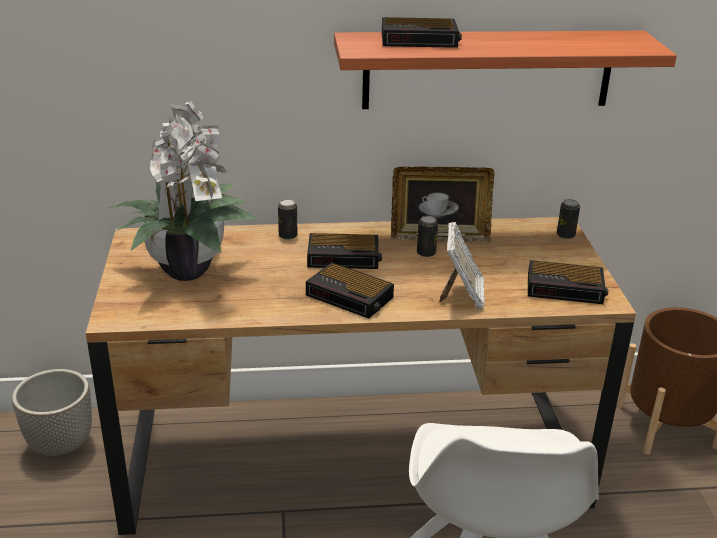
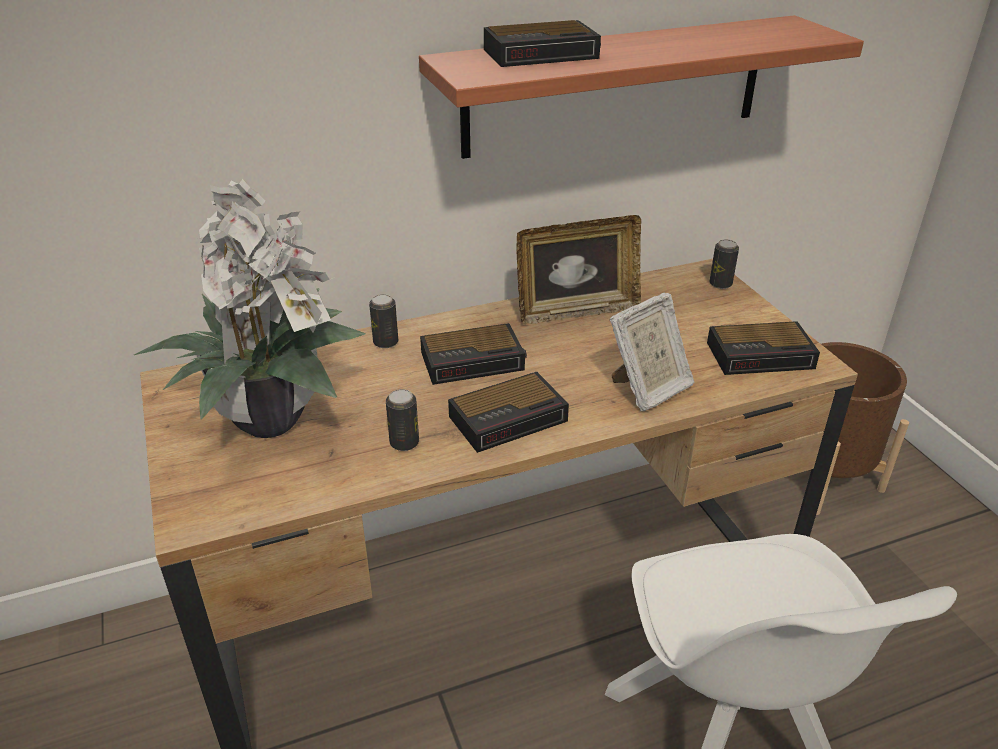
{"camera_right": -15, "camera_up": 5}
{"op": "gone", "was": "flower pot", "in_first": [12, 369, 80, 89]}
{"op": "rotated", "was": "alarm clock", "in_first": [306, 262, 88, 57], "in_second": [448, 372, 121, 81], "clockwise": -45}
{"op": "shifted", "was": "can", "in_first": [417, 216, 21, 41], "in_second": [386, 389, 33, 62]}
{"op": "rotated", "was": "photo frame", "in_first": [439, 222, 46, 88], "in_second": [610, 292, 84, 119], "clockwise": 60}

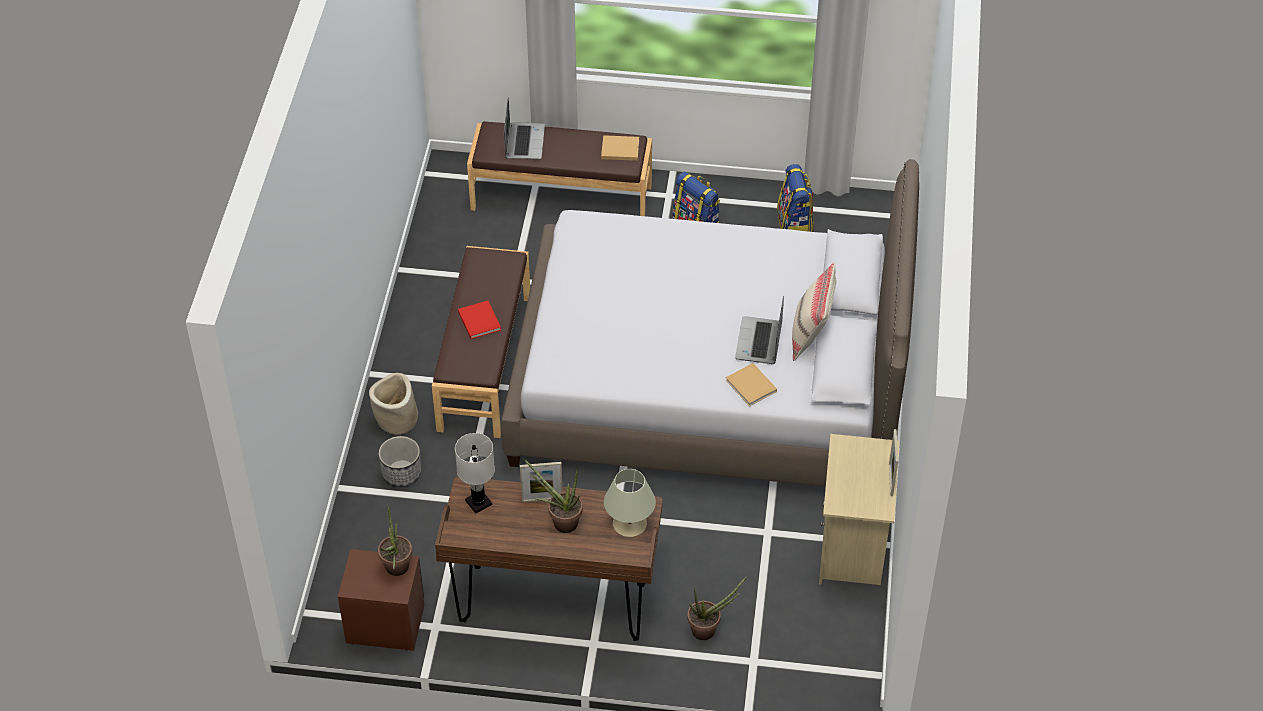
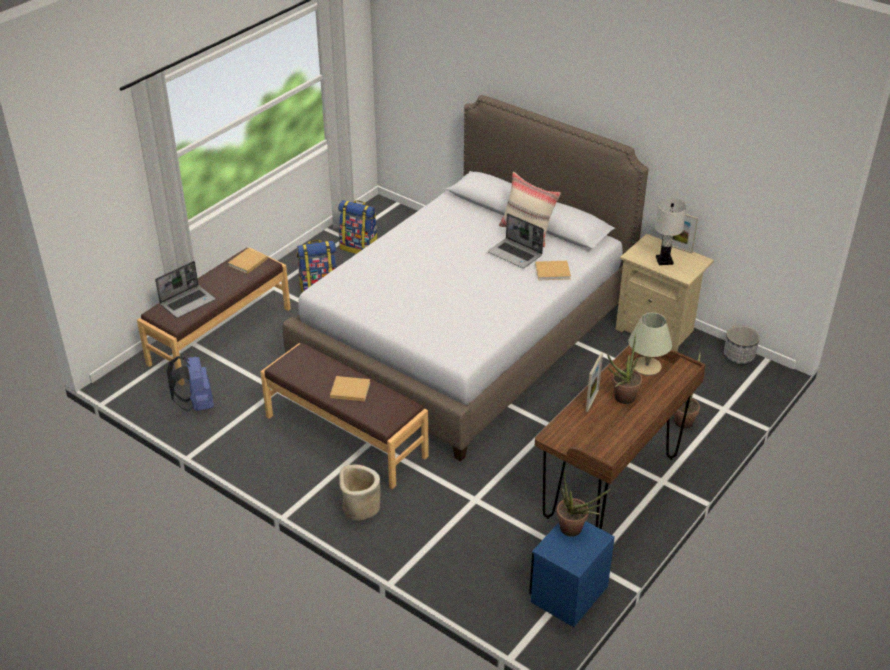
{"camera_right": -60, "camera_up": -10}
{"op": "repainted", "was": "brownish nightstand", "now": "bluish nightstand", "in_first": [338, 549, 86, 102], "in_second": [529, 521, 86, 106]}
{"op": "shifted", "was": "flower pot", "in_first": [379, 436, 42, 51], "in_second": [724, 325, 36, 39]}
{"op": "shifted", "was": "whitish table lamp", "in_first": [455, 433, 40, 81], "in_second": [655, 198, 32, 67]}
{"op": "repainted", "was": "reddish bound book", "now": "beige-coloured bound book", "in_first": [458, 301, 43, 38], "in_second": [330, 376, 40, 26]}
{"op": "rotated", "was": "laptop", "in_first": [504, 98, 41, 62], "in_second": [155, 261, 60, 57], "clockwise": 105}
{"op": "new", "now": "bluish knapsack", "in_second": [167, 356, 47, 55]}

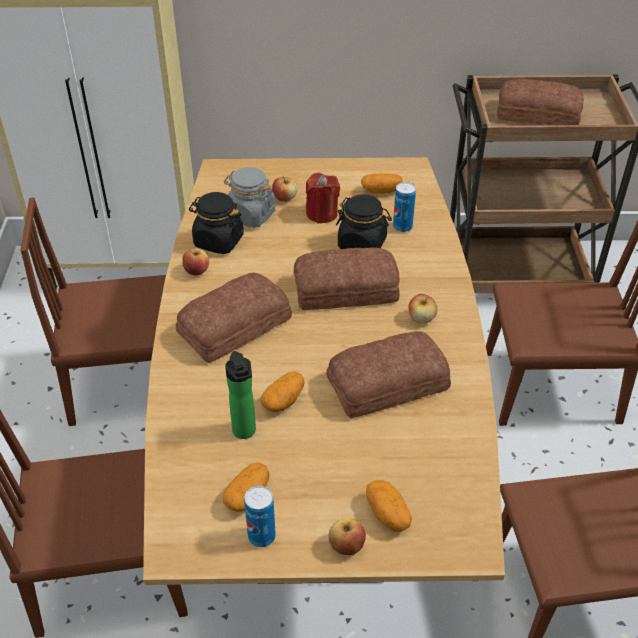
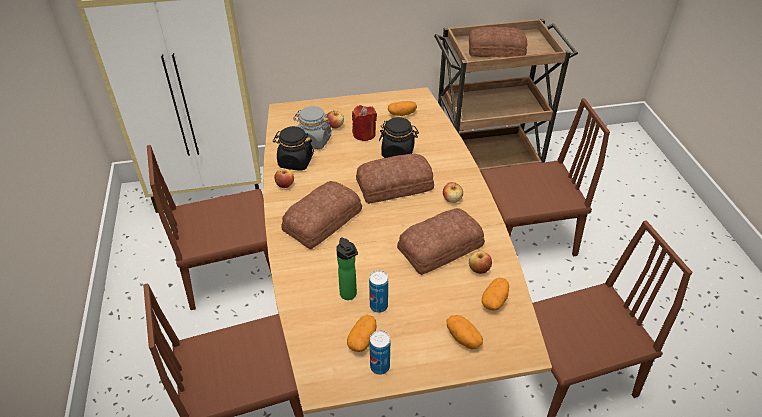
{"camera_right": -10, "camera_up": 0}
{"op": "shifted", "was": "spud", "in_first": [260, 371, 45, 41], "in_second": [482, 277, 27, 34]}
{"op": "shifted", "was": "whole apple", "in_first": [328, 518, 38, 37], "in_second": [469, 251, 23, 23]}
{"op": "shifted", "was": "can", "in_first": [393, 182, 23, 50], "in_second": [369, 270, 19, 43]}

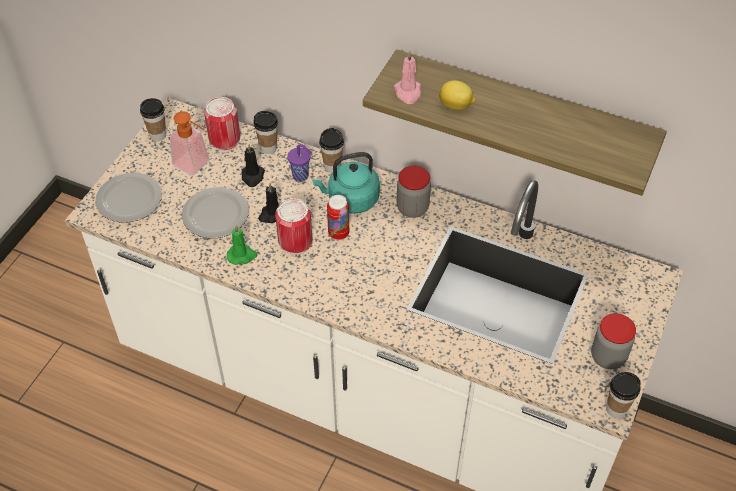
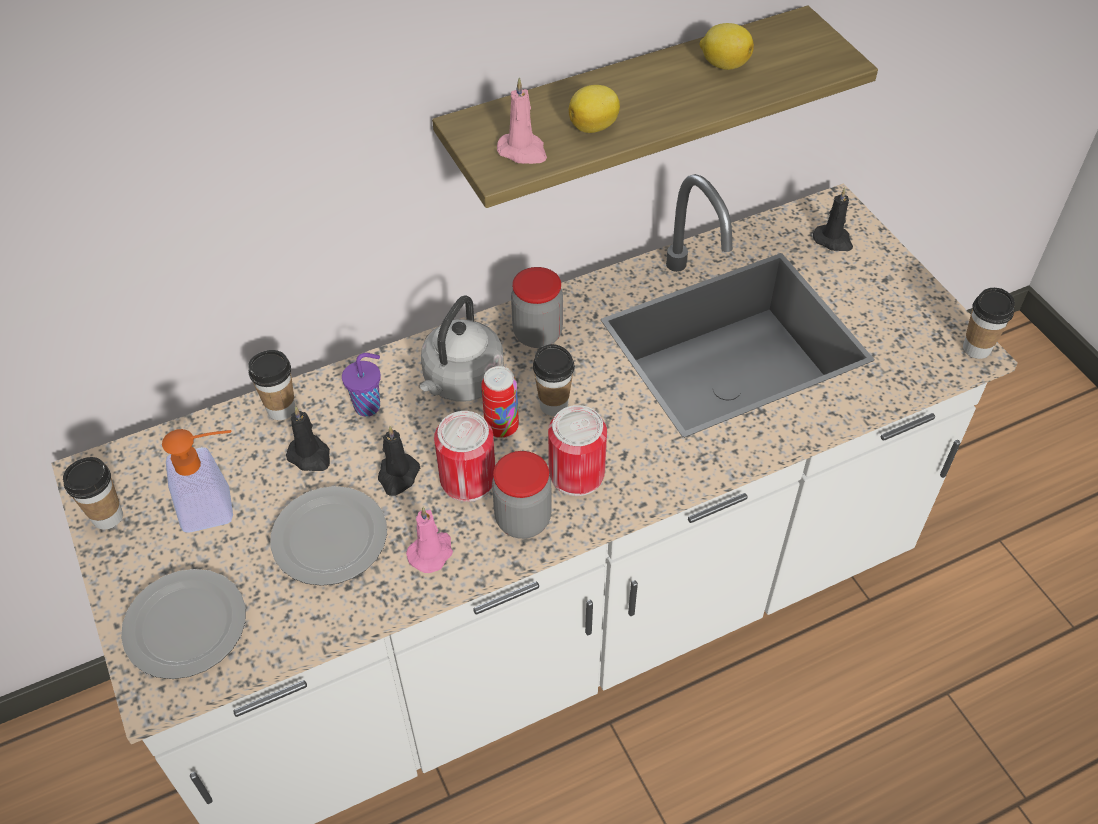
{"camera_right": -50, "camera_up": 0}
{"op": "shifted", "was": "can", "in_first": [204, 97, 36, 53], "in_second": [548, 405, 59, 91]}
{"op": "repainted", "was": "green wax candle", "now": "pink wax candle", "in_first": [227, 225, 31, 40], "in_second": [406, 507, 47, 66]}
{"op": "repainted", "was": "turquoise water kettle", "now": "gray water kettle", "in_first": [312, 152, 68, 62], "in_second": [420, 295, 84, 107]}
{"op": "shifted", "was": "drinking cup", "in_first": [319, 128, 25, 45], "in_second": [533, 344, 42, 72]}
{"op": "shifted", "was": "preserve jar", "in_first": [591, 313, 45, 56], "in_second": [492, 451, 60, 88]}
{"op": "new", "now": "lemon", "in_second": [699, 23, 55, 47]}
{"op": "new", "now": "black-coloured wax candle", "in_second": [813, 188, 40, 63]}

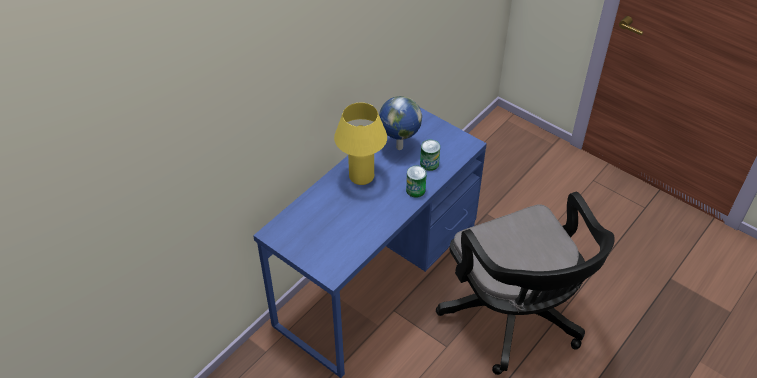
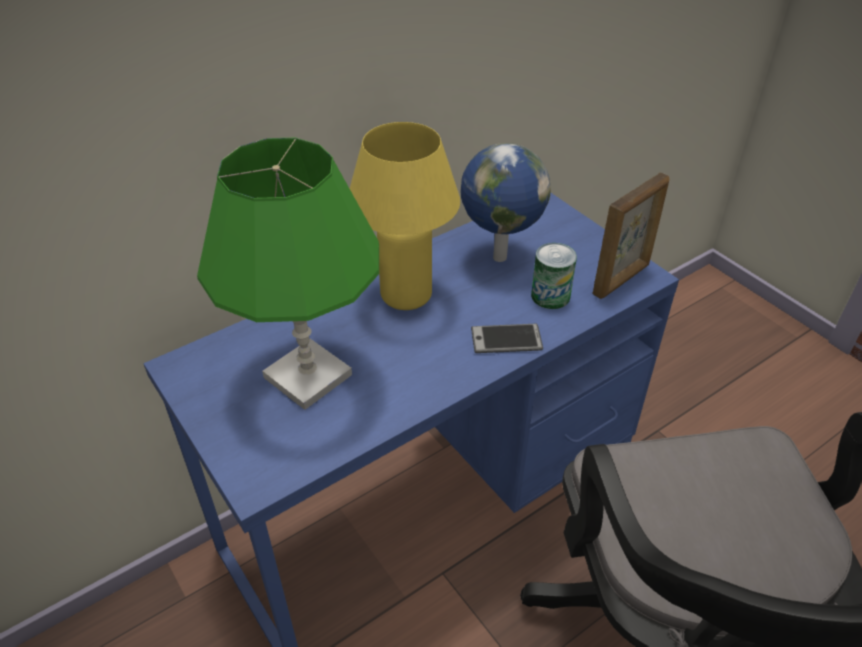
{"camera_right": 15, "camera_up": -5}
{"op": "swapped", "was": "can", "now": "telephone", "in_first": [406, 166, 21, 32], "in_second": [471, 324, 72, 29]}
{"op": "new", "now": "green table lamp", "in_second": [197, 138, 182, 272]}
{"op": "new", "now": "photo frame", "in_second": [593, 173, 77, 126]}

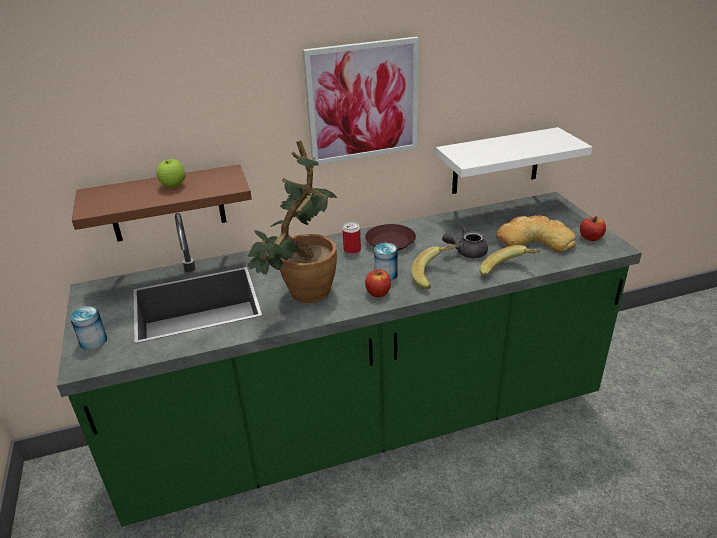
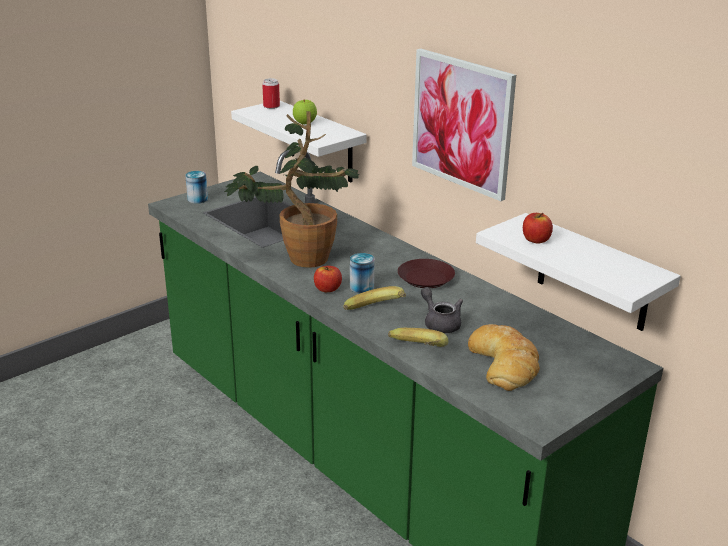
{"camera_right": 65, "camera_up": -5}
{"op": "repainted", "was": "brownish bracket shelf", "now": "whitish bracket shelf", "in_first": [72, 164, 180, 78], "in_second": [231, 101, 136, 81]}
{"op": "shifted", "was": "can", "in_first": [342, 222, 19, 32], "in_second": [262, 78, 18, 31]}
{"op": "shifted", "was": "whole apple", "in_first": [580, 216, 26, 25], "in_second": [523, 213, 30, 31]}

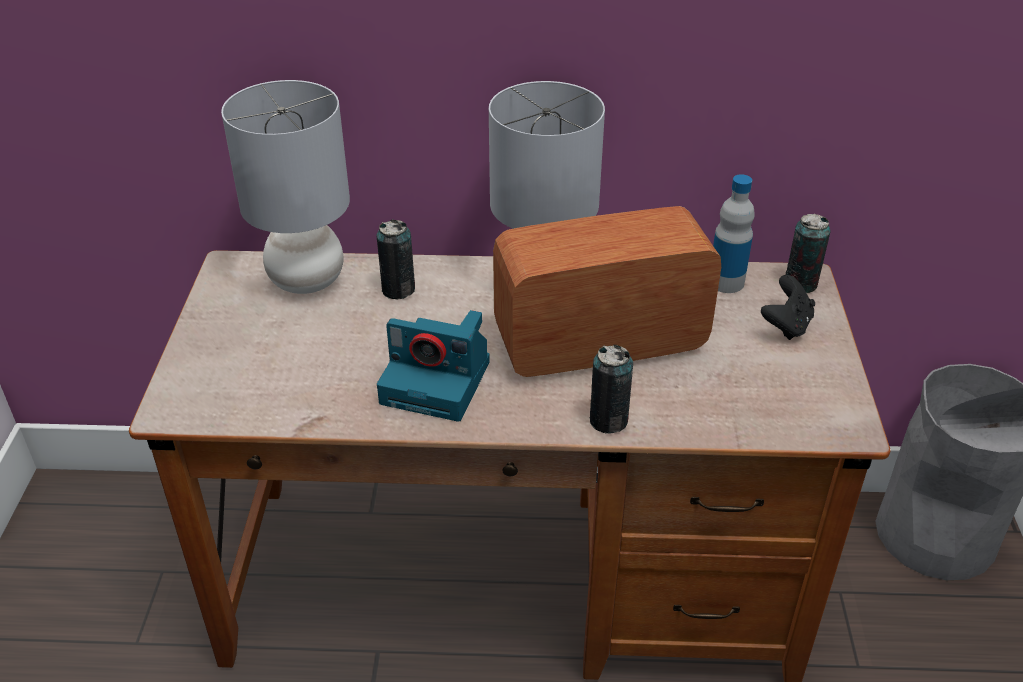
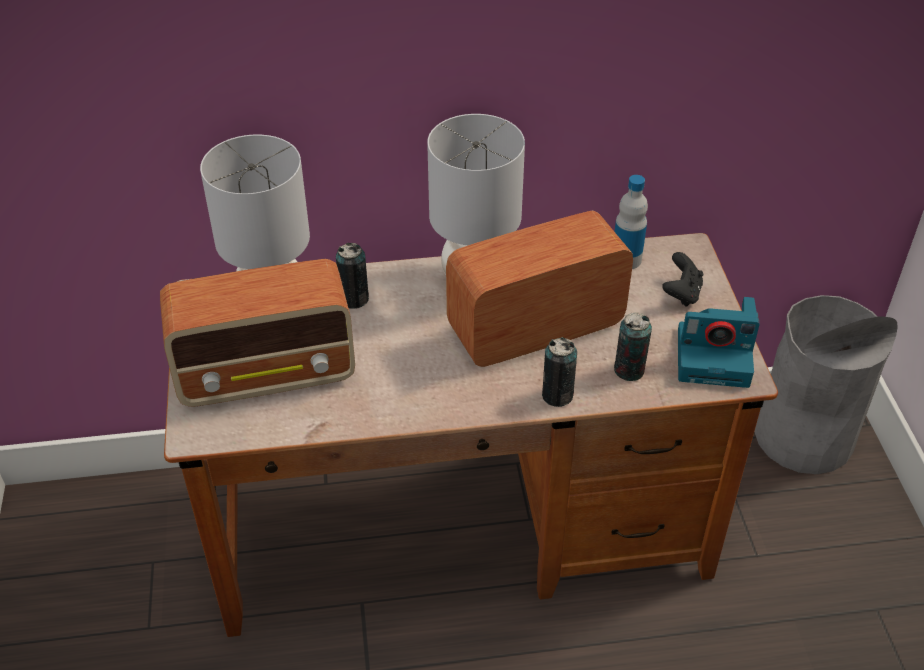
{"camera_right": -10, "camera_up": 5}
{"op": "shifted", "was": "still camera", "in_first": [377, 310, 113, 112], "in_second": [678, 297, 82, 91]}
{"op": "shifted", "was": "can", "in_first": [786, 214, 45, 79], "in_second": [614, 312, 38, 69]}
{"op": "new", "now": "radio receiver", "in_second": [160, 259, 195, 148]}

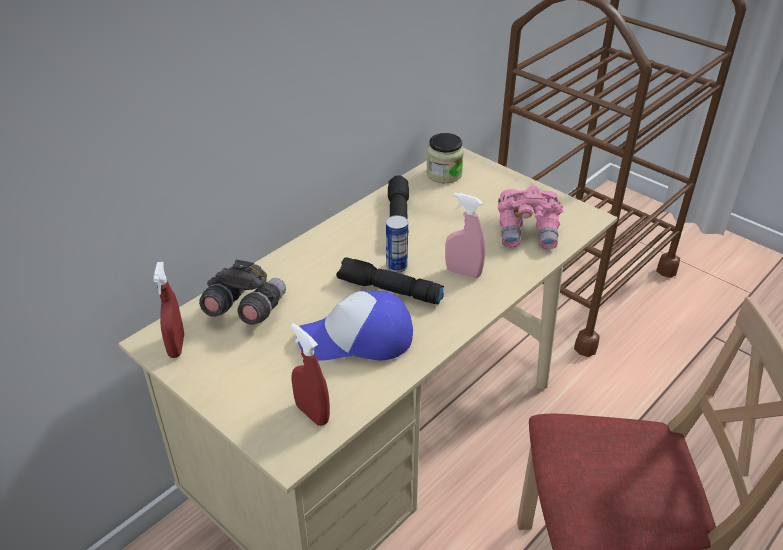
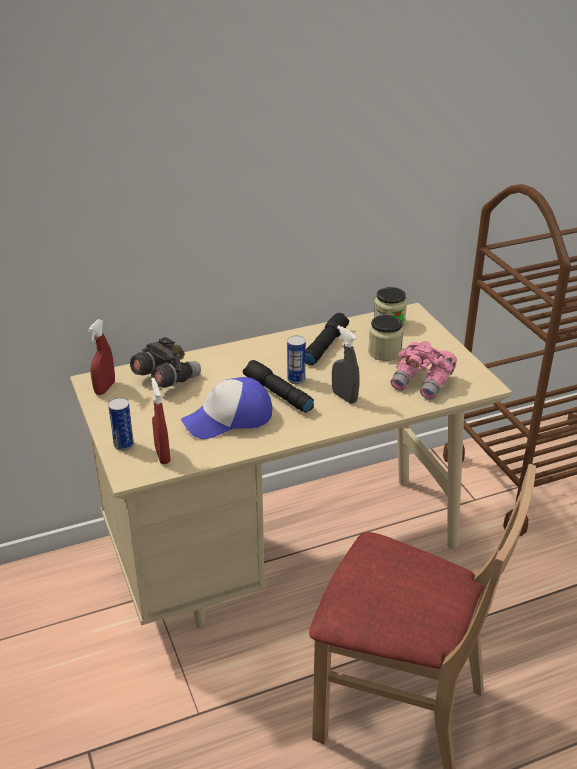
{"camera_right": 25, "camera_up": -5}
{"op": "rotated", "was": "peaked cap", "in_first": [296, 291, 117, 70], "in_second": [181, 377, 91, 62], "clockwise": -45}
{"op": "repainted", "was": "pink hand sprayer", "now": "gray hand sprayer", "in_first": [445, 193, 41, 85], "in_second": [332, 325, 28, 79]}
{"op": "new", "now": "can", "in_second": [108, 398, 26, 53]}
{"op": "new", "now": "preserve jar", "in_second": [368, 315, 36, 46]}

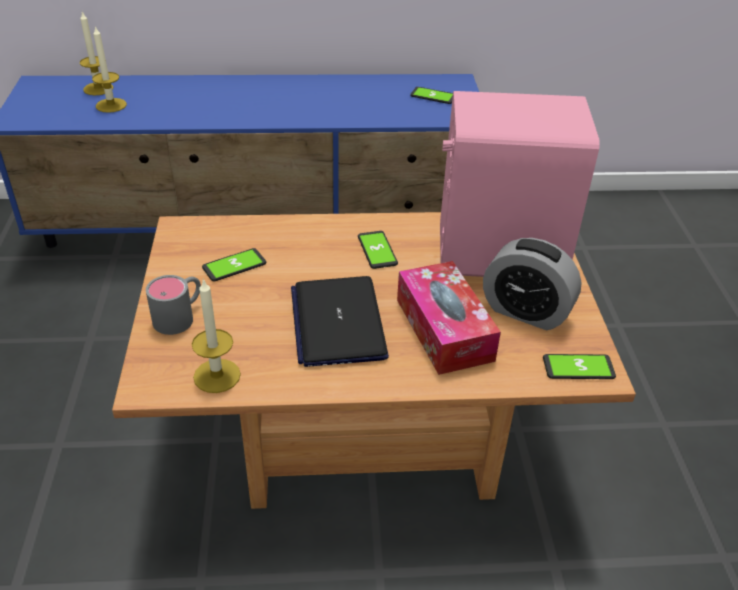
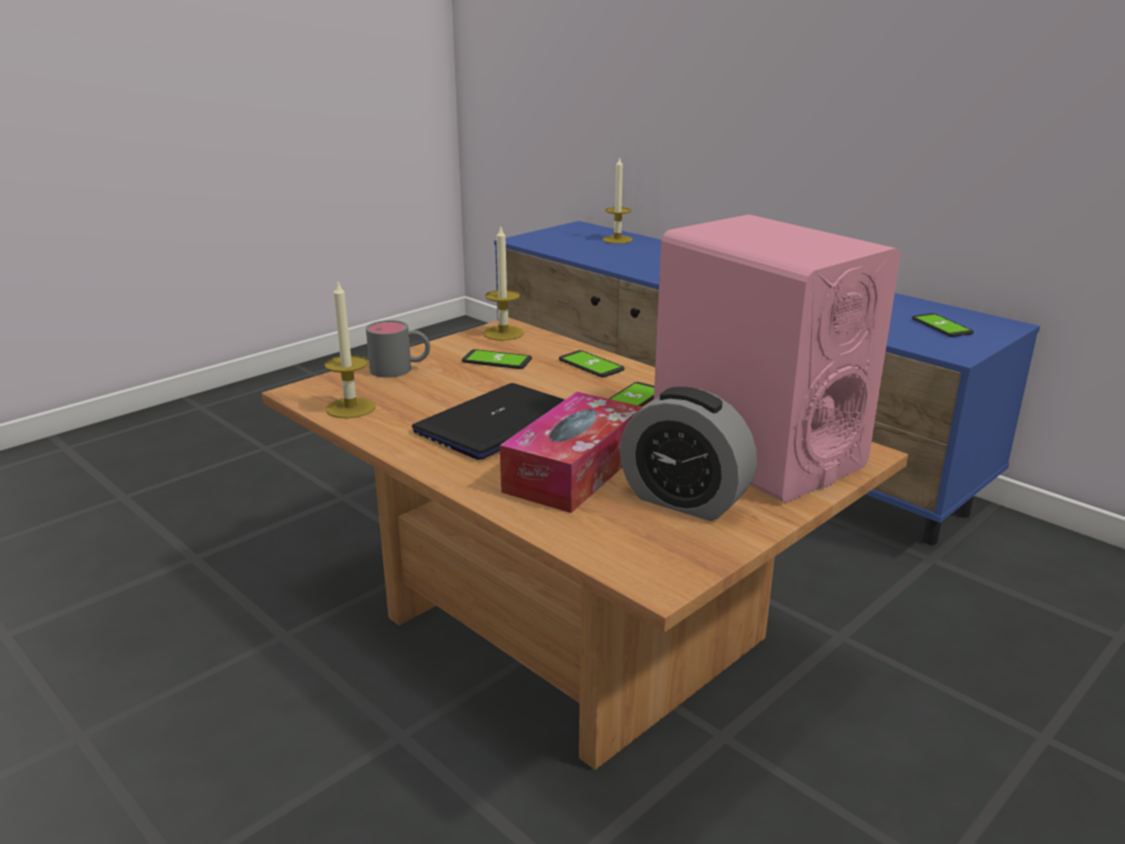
{"camera_right": 50, "camera_up": -15}
{"op": "shifted", "was": "wax candle", "in_first": [92, 25, 35, 88], "in_second": [483, 225, 41, 116]}
{"op": "rotated", "was": "alarm clock", "in_first": [483, 238, 99, 92], "in_second": [620, 387, 137, 134], "clockwise": -45}
{"op": "shifted", "was": "telephone", "in_first": [543, 354, 73, 25], "in_second": [559, 350, 65, 28]}

